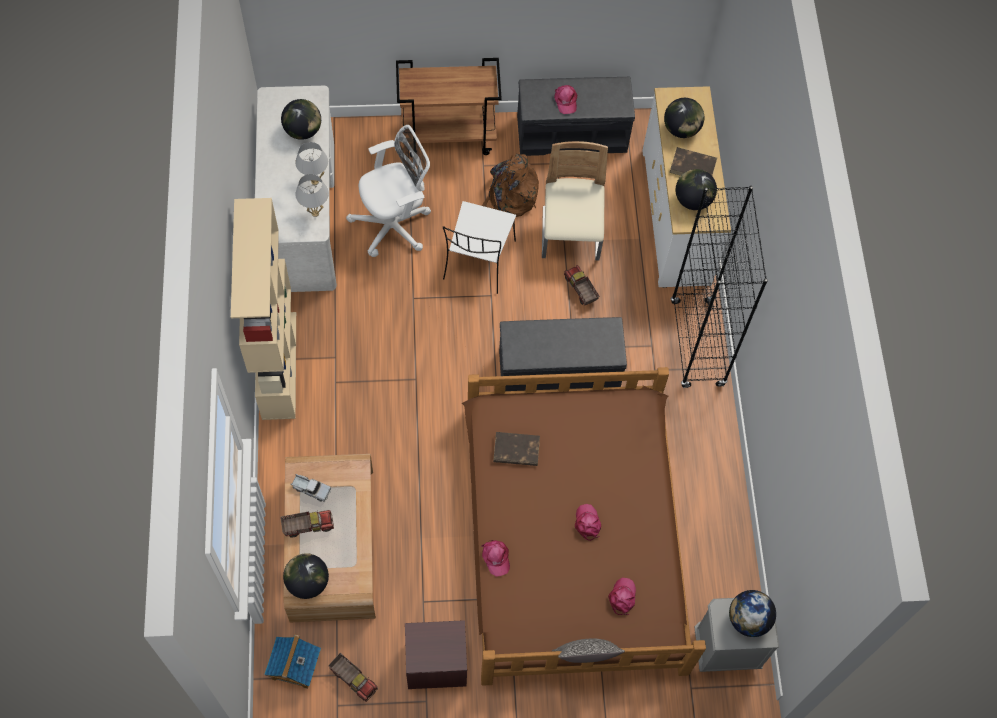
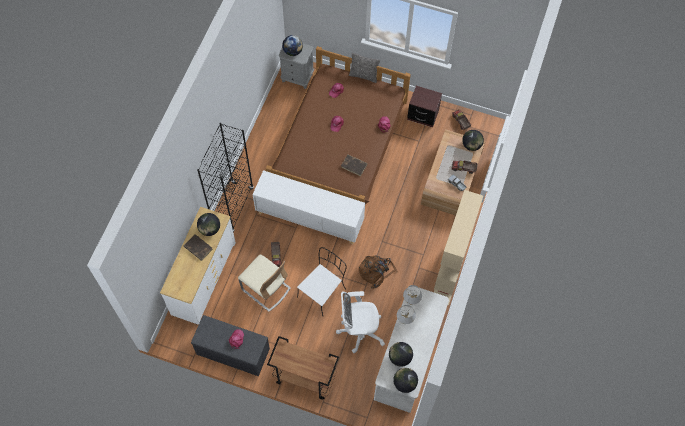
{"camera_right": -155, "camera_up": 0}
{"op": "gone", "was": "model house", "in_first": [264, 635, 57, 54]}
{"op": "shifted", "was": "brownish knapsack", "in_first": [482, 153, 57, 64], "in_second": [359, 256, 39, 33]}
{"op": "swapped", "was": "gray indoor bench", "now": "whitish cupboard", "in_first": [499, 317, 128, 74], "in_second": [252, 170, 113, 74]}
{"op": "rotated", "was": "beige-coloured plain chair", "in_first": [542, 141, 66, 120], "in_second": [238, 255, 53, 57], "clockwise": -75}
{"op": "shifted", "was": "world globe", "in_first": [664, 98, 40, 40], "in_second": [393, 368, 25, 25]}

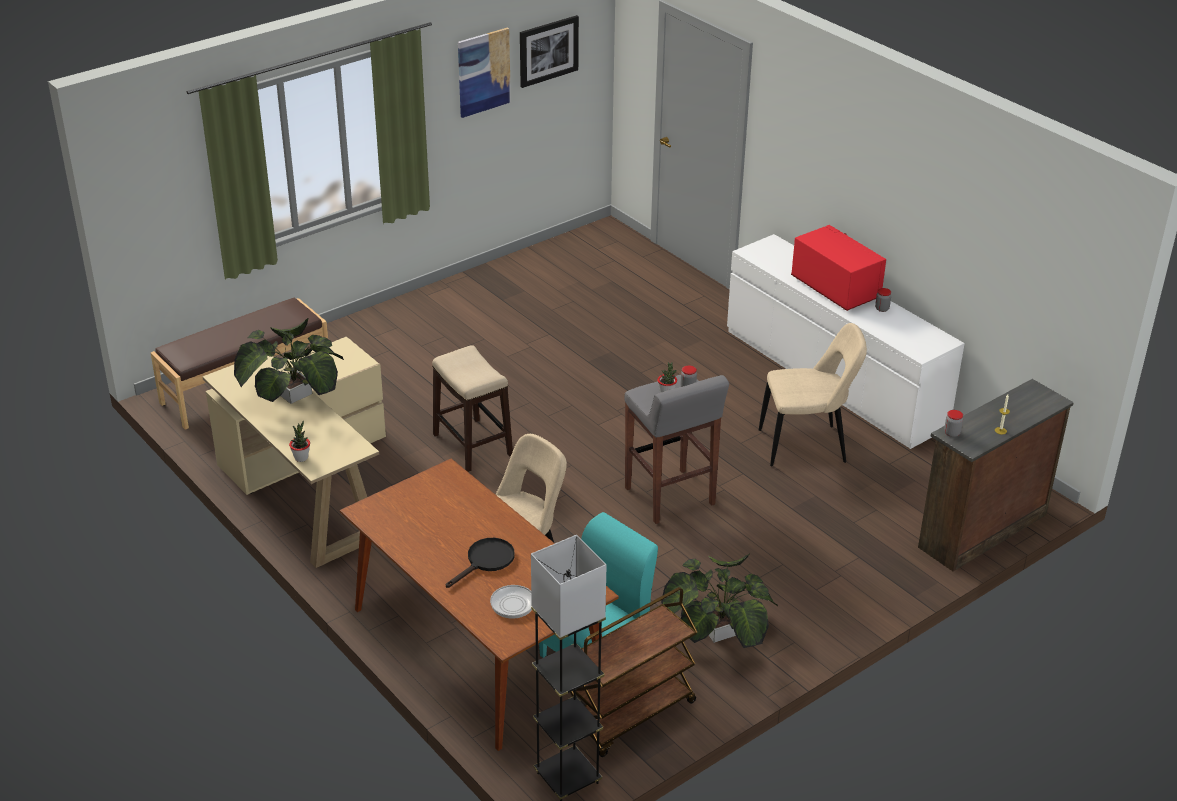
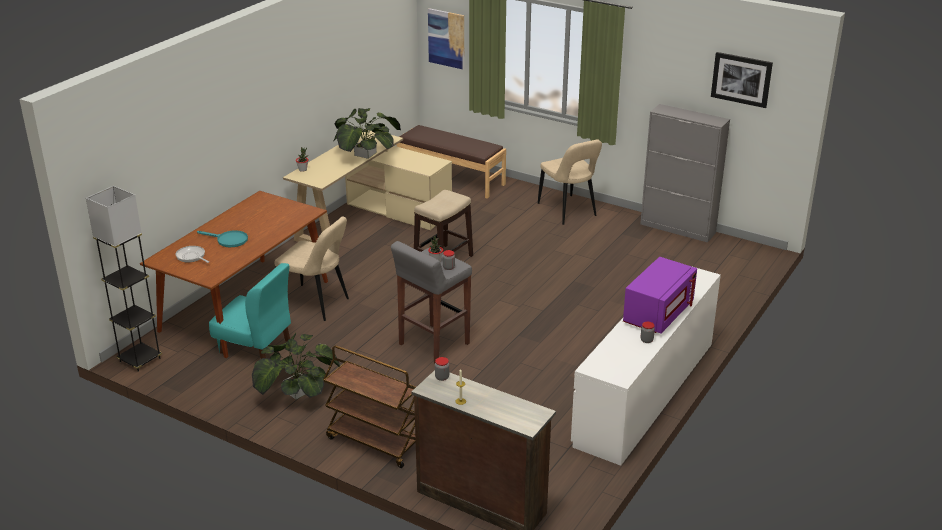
{"camera_right": 70, "camera_up": -5}
{"op": "repainted", "was": "black-coloured pan", "now": "turquoise pan", "in_first": [446, 538, 69, 50], "in_second": [197, 230, 51, 17]}
{"op": "shifted", "was": "wall picture", "in_first": [458, 27, 53, 91], "in_second": [428, 8, 36, 61]}
{"op": "shifted", "was": "brownish wheeled cart", "in_first": [570, 587, 127, 170], "in_second": [323, 345, 93, 123]}
{"op": "shifted", "was": "beige-coloured plain chair", "in_first": [759, 323, 108, 143], "in_second": [538, 140, 64, 85]}
{"op": "repainted", "was": "reddish kitchen microwave", "now": "purple-coloured kitchen microwave", "in_first": [791, 225, 95, 86], "in_second": [623, 257, 74, 76]}
{"op": "new", "now": "gray cupboard", "in_second": [640, 104, 90, 139]}

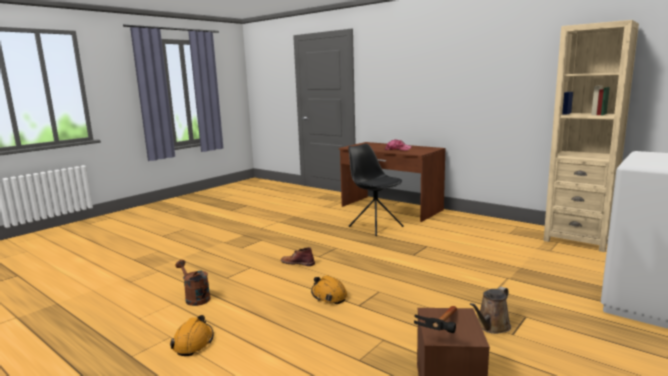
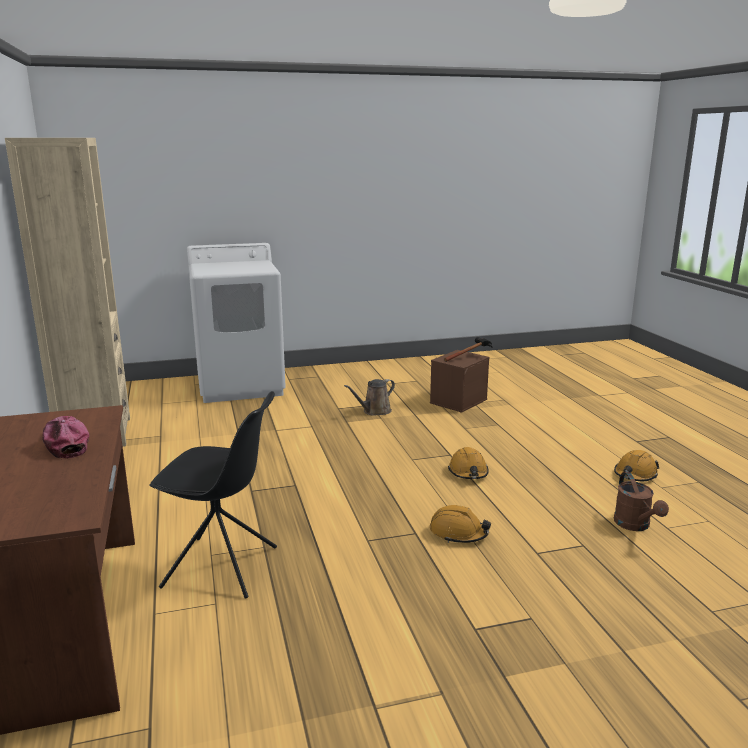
{"camera_right": -145, "camera_up": 5}
{"op": "swapped", "was": "brownish tall boot", "now": "orange safety helmet", "in_first": [281, 247, 34, 19], "in_second": [430, 505, 61, 38]}
{"op": "rotated", "was": "black-coloured plain chair", "in_first": [348, 144, 56, 92], "in_second": [149, 391, 128, 208], "clockwise": -75}
{"op": "rotated", "was": "brownish watering can", "in_first": [470, 287, 41, 47], "in_second": [344, 379, 51, 37], "clockwise": 150}

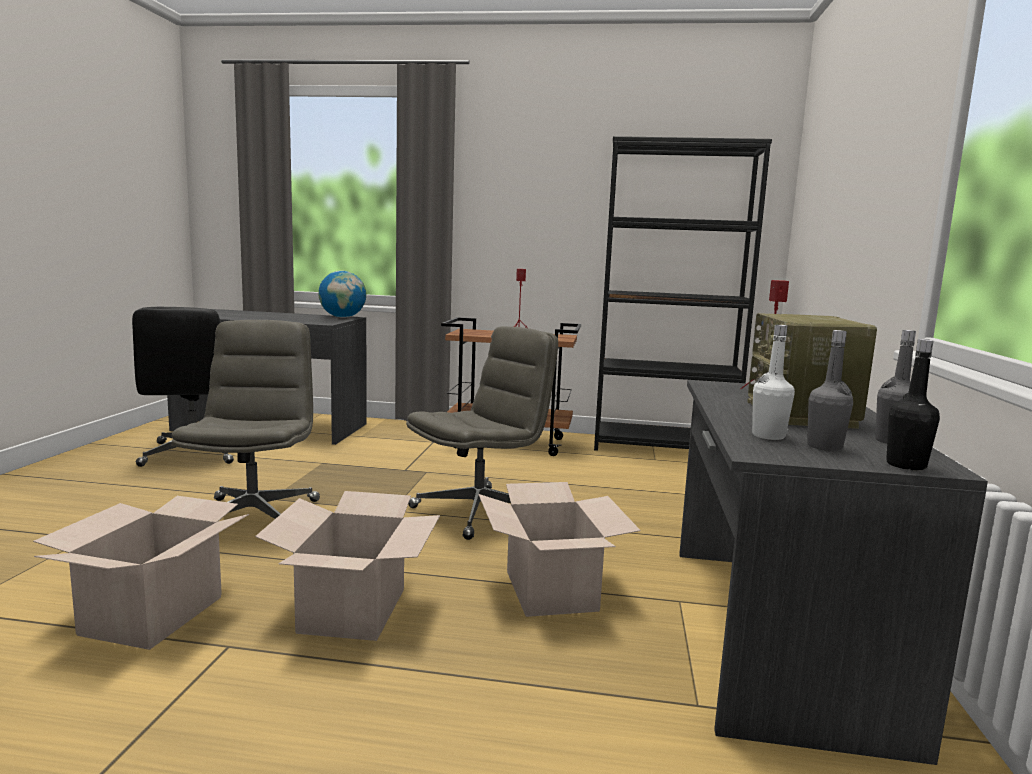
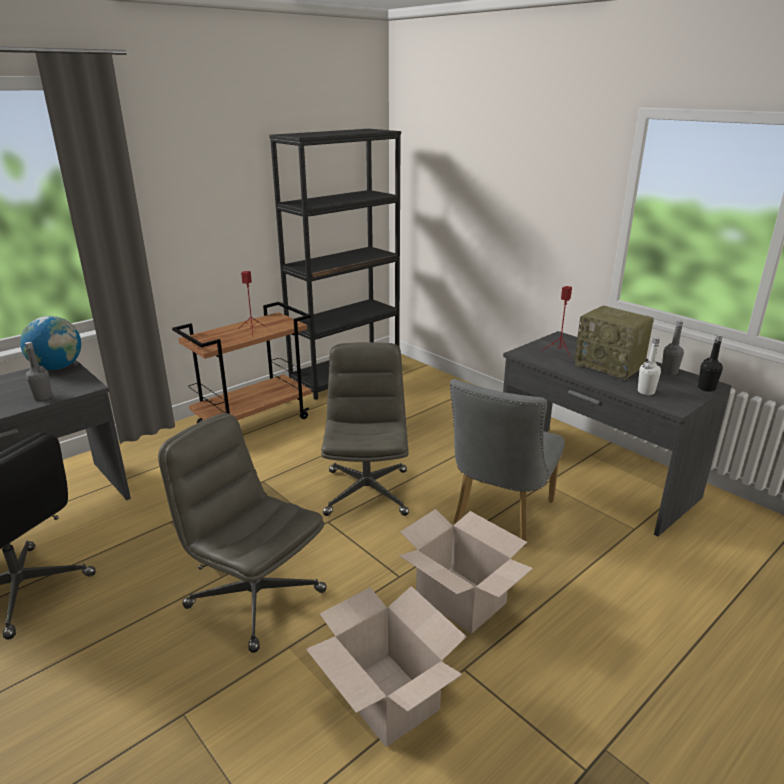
{"camera_right": -50, "camera_up": 15}
{"op": "swapped", "was": "carton", "now": "gray plain chair", "in_first": [478, 482, 163, 135], "in_second": [450, 379, 115, 167]}
{"op": "shifted", "was": "gray bottle", "in_first": [807, 330, 46, 121], "in_second": [25, 342, 27, 59]}

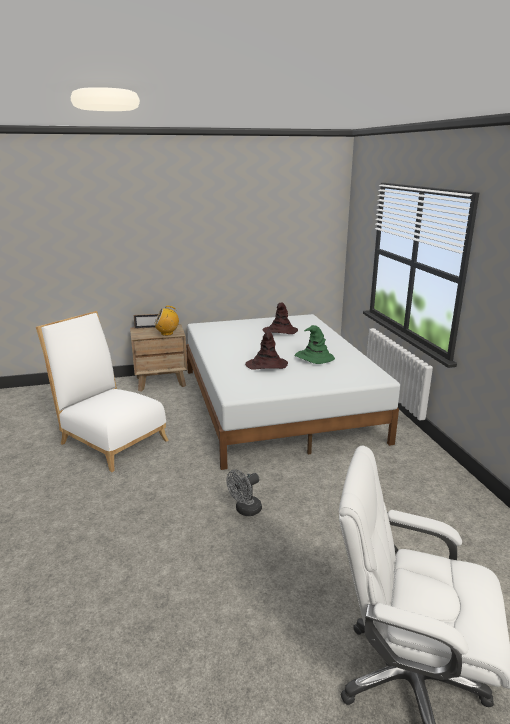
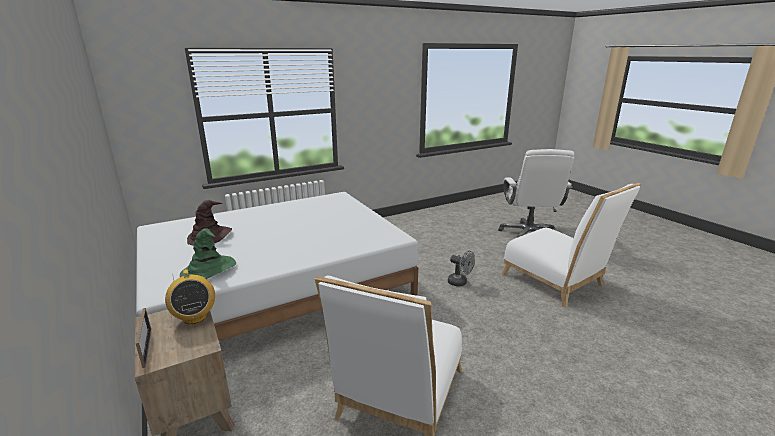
{"camera_right": -105, "camera_up": 0}
{"op": "gone", "was": "brownish wearable hat", "in_first": [245, 332, 43, 38]}
{"op": "shifted", "was": "green wearable hat", "in_first": [295, 325, 40, 39], "in_second": [180, 228, 56, 51]}
{"op": "new", "now": "whitish plain chair", "in_second": [501, 183, 140, 125]}

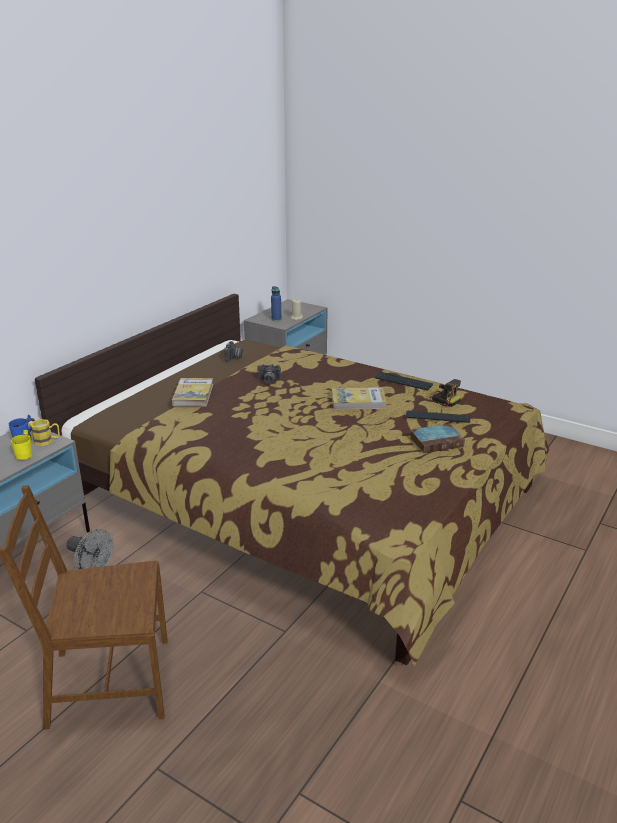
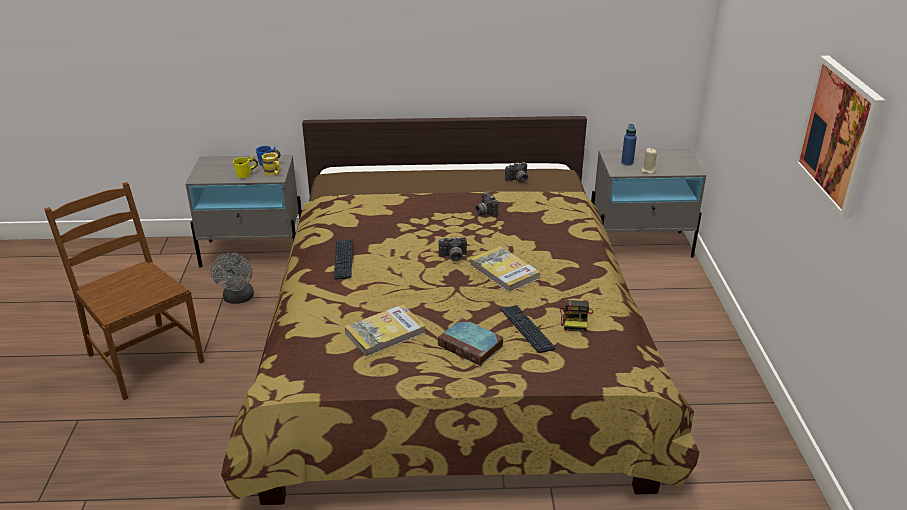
{"camera_right": 55, "camera_up": 5}
{"op": "shifted", "was": "bound book", "in_first": [172, 378, 41, 29], "in_second": [345, 304, 81, 53]}
{"op": "shifted", "was": "keyboard", "in_first": [375, 372, 58, 18], "in_second": [334, 239, 19, 41]}
{"op": "new", "now": "still camera", "in_second": [439, 237, 28, 25]}
{"op": "new", "now": "wall picture", "in_second": [795, 56, 90, 163]}

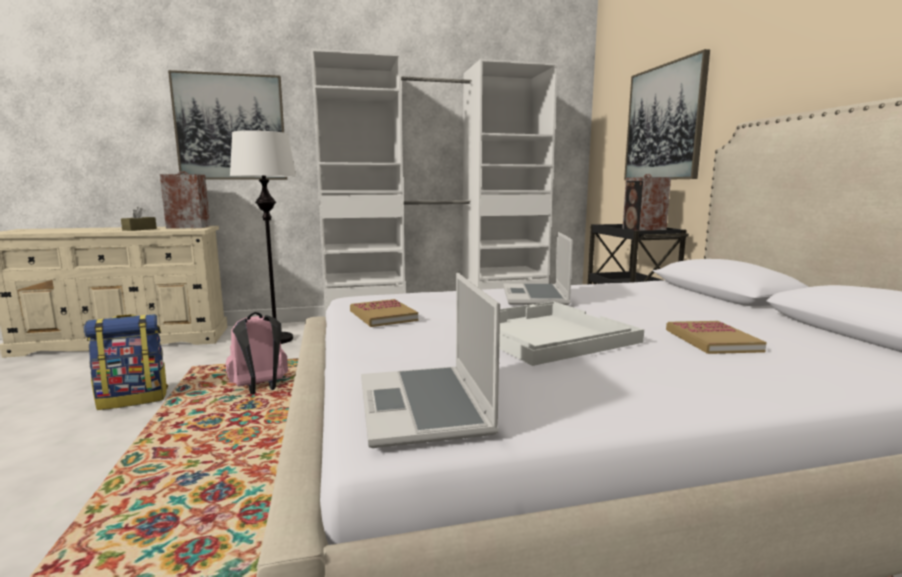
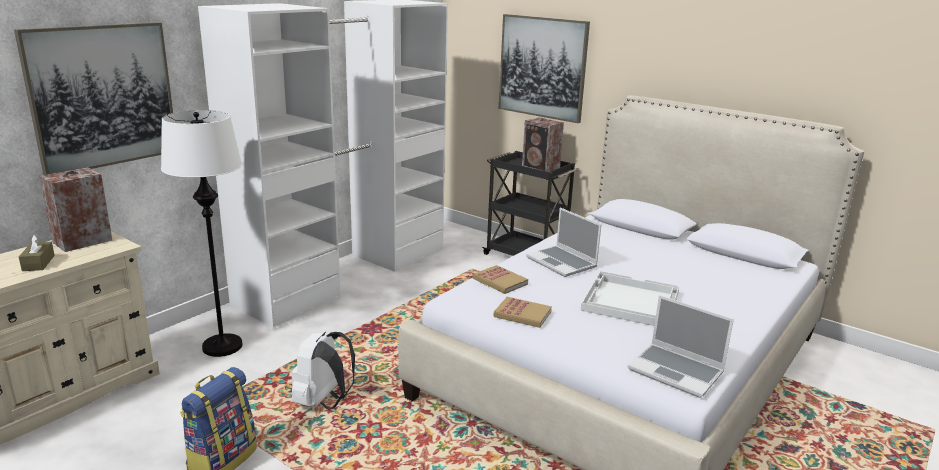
{"camera_right": -40, "camera_up": 10}
{"op": "repainted", "was": "pink knapsack", "now": "whitish knapsack", "in_first": [226, 312, 62, 82], "in_second": [291, 332, 64, 78]}
{"op": "shifted", "was": "bound book", "in_first": [666, 321, 101, 33], "in_second": [473, 265, 55, 29]}

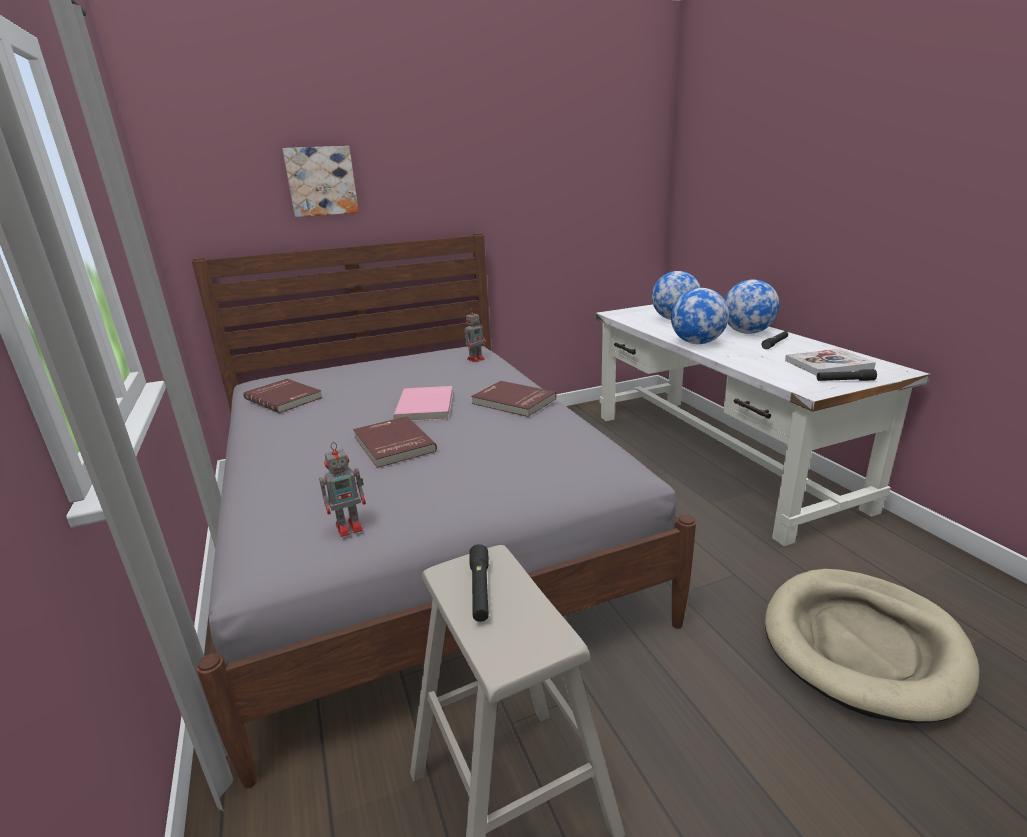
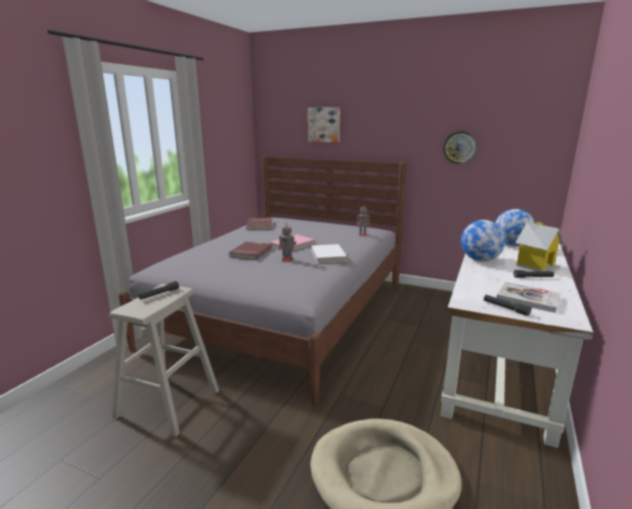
{"camera_right": 45, "camera_up": -5}
{"op": "shifted", "was": "model robot", "in_first": [319, 442, 47, 95], "in_second": [278, 224, 18, 38]}
{"op": "repainted", "was": "reddish bound book", "now": "whitish bound book", "in_first": [471, 381, 86, 36], "in_second": [311, 244, 37, 19]}
{"op": "swapped", "was": "world globe", "now": "model house", "in_first": [724, 280, 56, 54], "in_second": [515, 222, 49, 50]}
{"op": "new", "now": "clock on the wall", "in_second": [443, 131, 34, 33]}

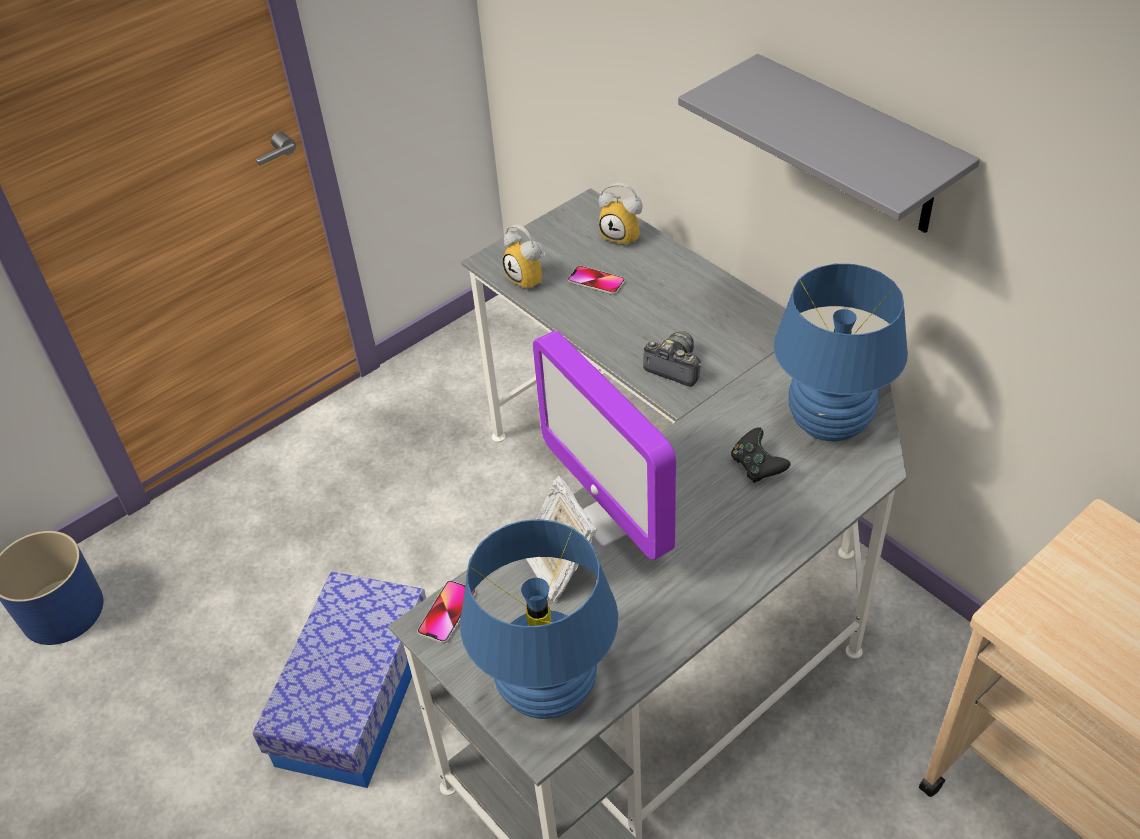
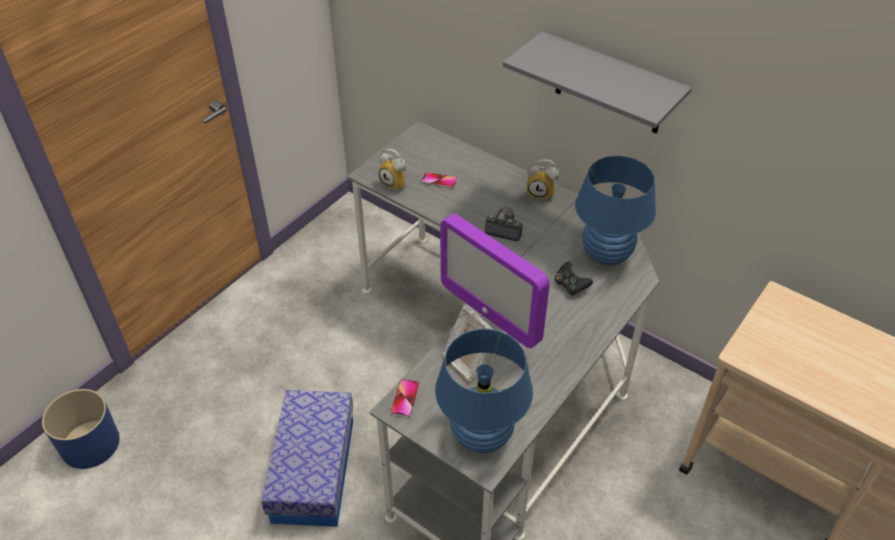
{"camera_right": -15, "camera_up": 0}
{"op": "shifted", "was": "alarm clock", "in_first": [599, 183, 43, 64], "in_second": [527, 159, 32, 41]}

